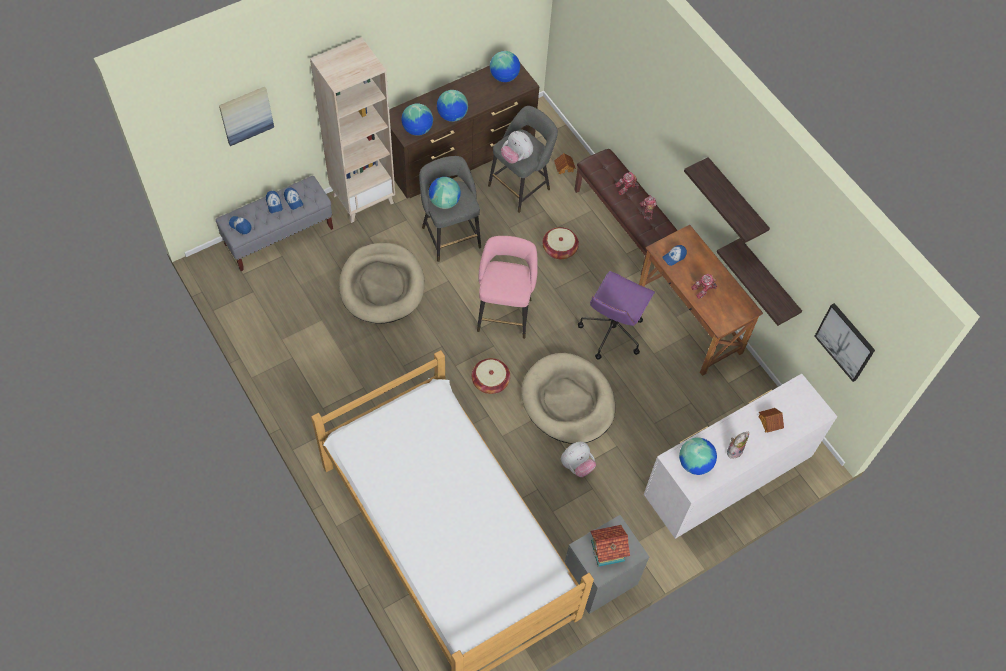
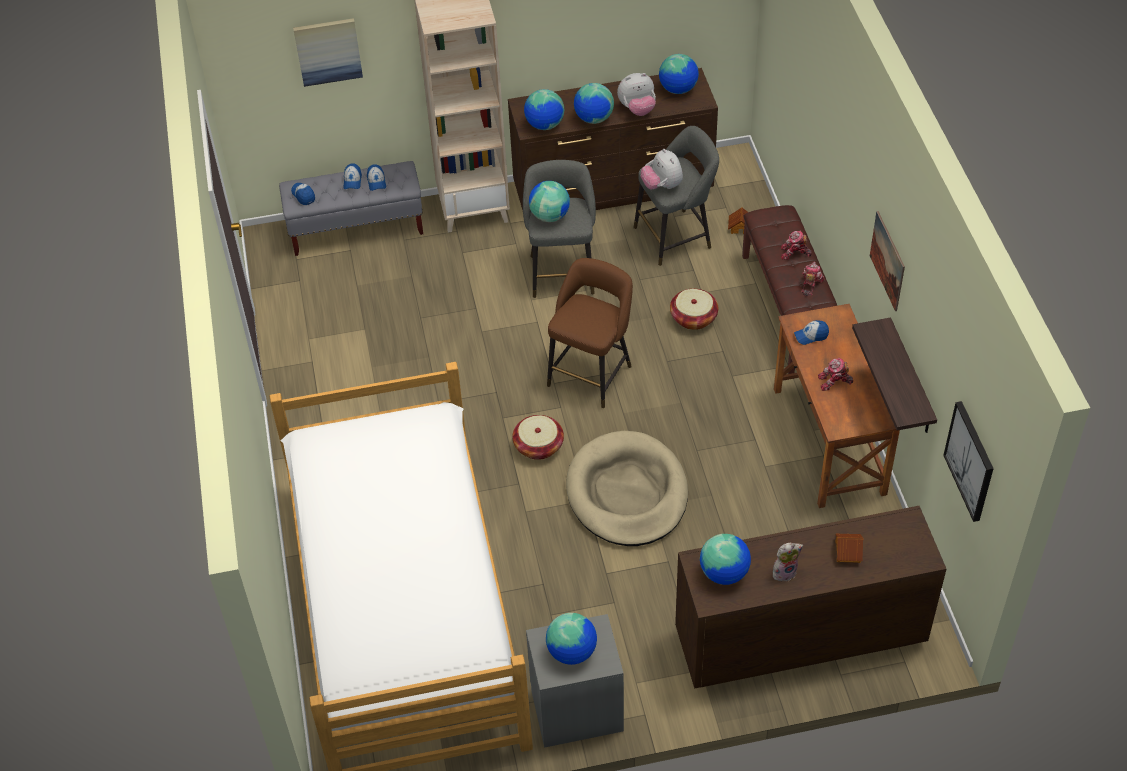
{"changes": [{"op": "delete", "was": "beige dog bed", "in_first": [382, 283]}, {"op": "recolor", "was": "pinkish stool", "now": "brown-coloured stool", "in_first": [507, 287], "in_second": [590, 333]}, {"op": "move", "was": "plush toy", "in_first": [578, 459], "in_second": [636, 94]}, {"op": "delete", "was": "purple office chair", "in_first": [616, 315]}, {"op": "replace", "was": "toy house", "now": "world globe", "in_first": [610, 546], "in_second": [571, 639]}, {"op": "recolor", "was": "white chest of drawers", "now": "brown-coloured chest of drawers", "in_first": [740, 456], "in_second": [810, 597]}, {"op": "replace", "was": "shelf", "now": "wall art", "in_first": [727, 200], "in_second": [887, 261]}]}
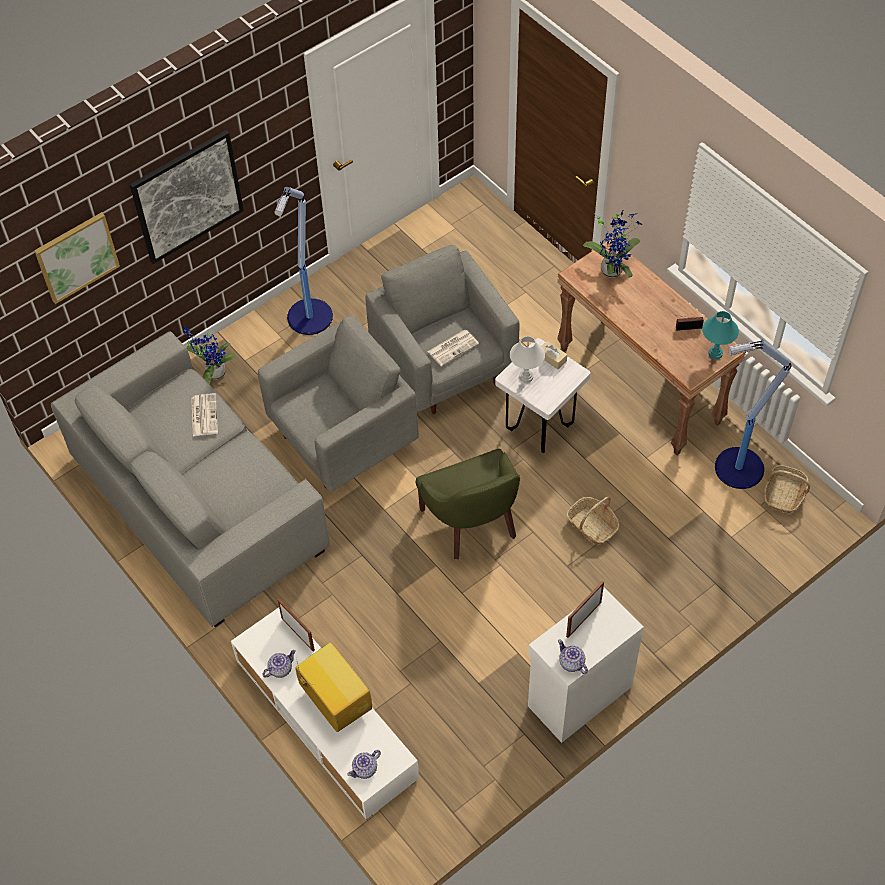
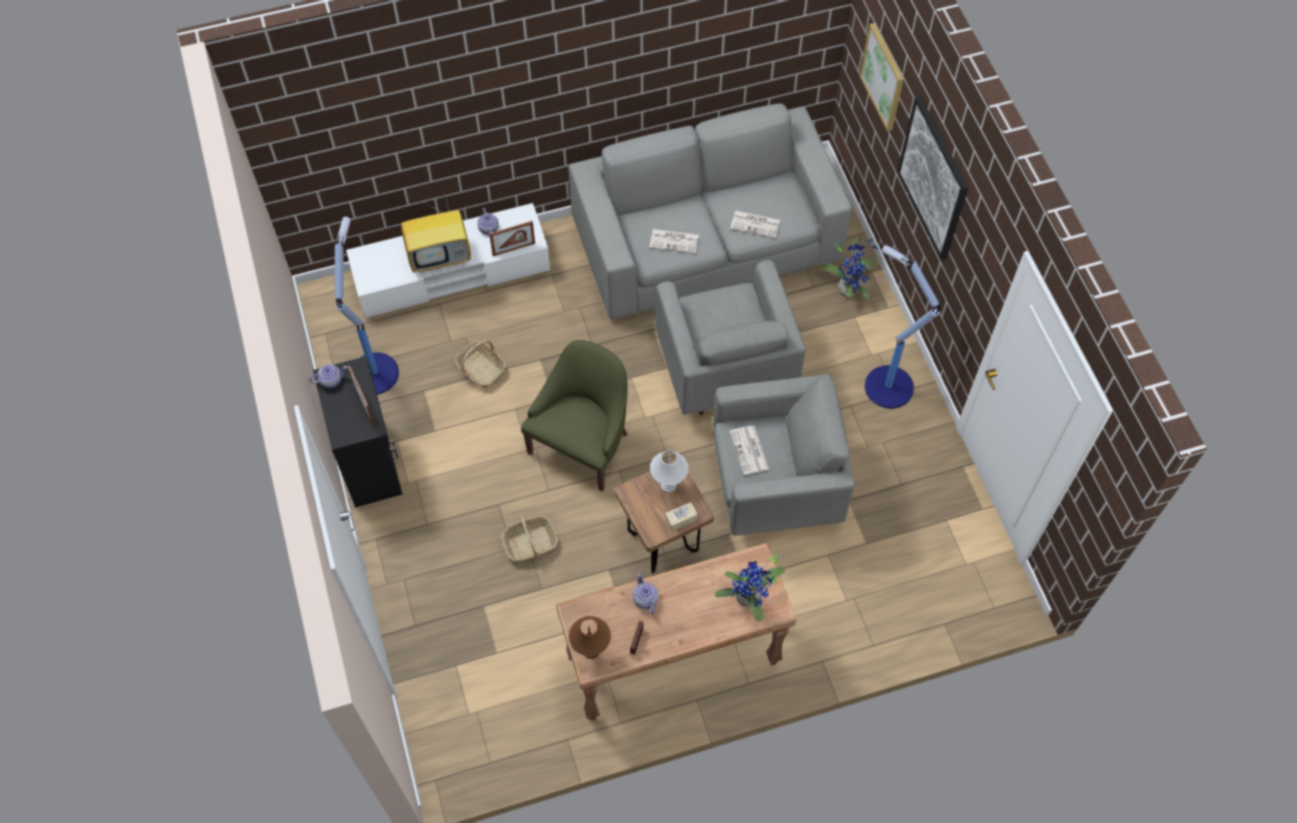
{"changes": [{"op": "move", "was": "teapot", "in_first": [364, 764], "in_second": [646, 594]}, {"op": "rotate", "was": "greenish easy chair", "in_first": [468, 504], "in_second": [574, 415], "clockwise": 120}, {"op": "recolor", "was": "white stool", "now": "brown-coloured stool", "in_first": [543, 395], "in_second": [664, 515]}, {"op": "recolor", "was": "white storage cabinet", "now": "black-coloured storage cabinet", "in_first": [586, 665], "in_second": [357, 432]}, {"op": "recolor", "was": "blue-green tabletop lamp", "now": "brown-coloured tabletop lamp", "in_first": [720, 335], "in_second": [590, 637]}, {"op": "move", "was": "standard lamp", "in_first": [753, 414], "in_second": [367, 306]}, {"op": "move", "was": "storage basket", "in_first": [787, 489], "in_second": [480, 364]}, {"op": "insert", "now": "daily paper", "in_second": [674, 241]}]}
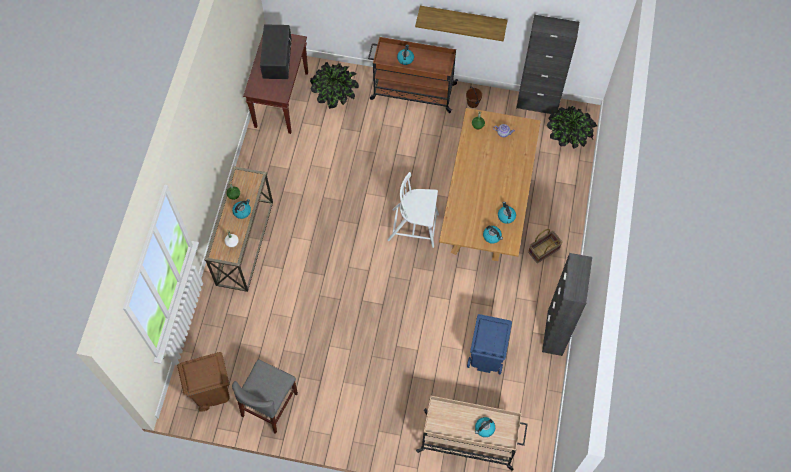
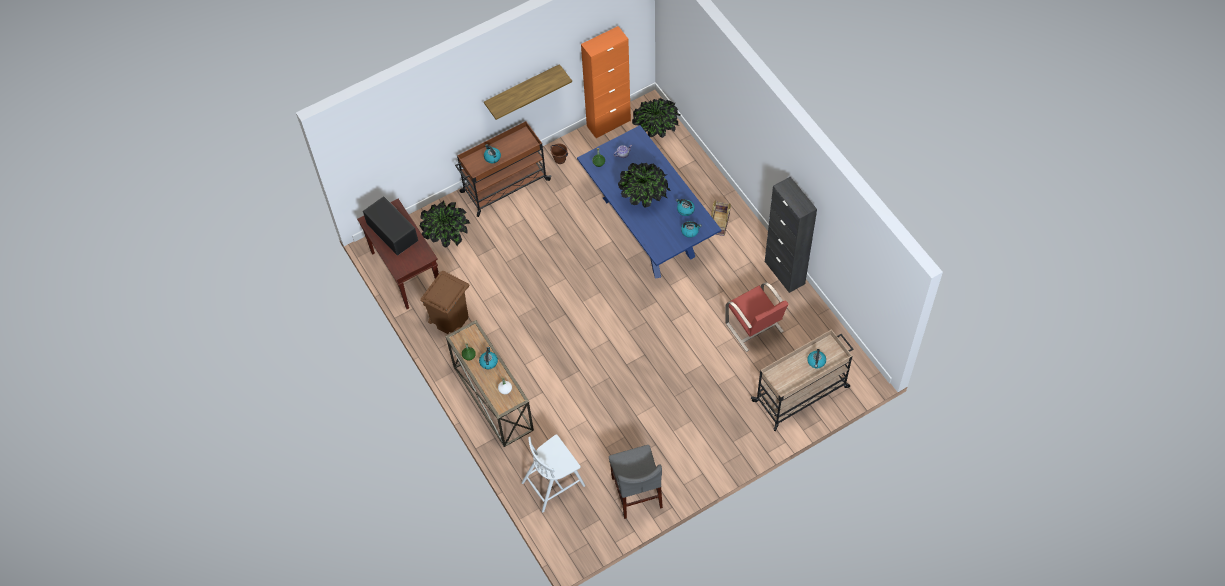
{"changes": [{"op": "move", "was": "brown-coloured rubbish bin", "in_first": [203, 382], "in_second": [445, 302]}, {"op": "move", "was": "white plain chair", "in_first": [413, 210], "in_second": [553, 473]}, {"op": "recolor", "was": "brown-coloured dinner table", "now": "bluish dinner table", "in_first": [490, 184], "in_second": [649, 202]}, {"op": "replace", "was": "bluish rubbish bin", "now": "reddish plain chair", "in_first": [489, 344], "in_second": [757, 317]}, {"op": "recolor", "was": "black-coloured storage cabinet", "now": "orangey storage cabinet", "in_first": [547, 64], "in_second": [606, 82]}, {"op": "insert", "now": "houseplant", "in_second": [644, 185]}]}
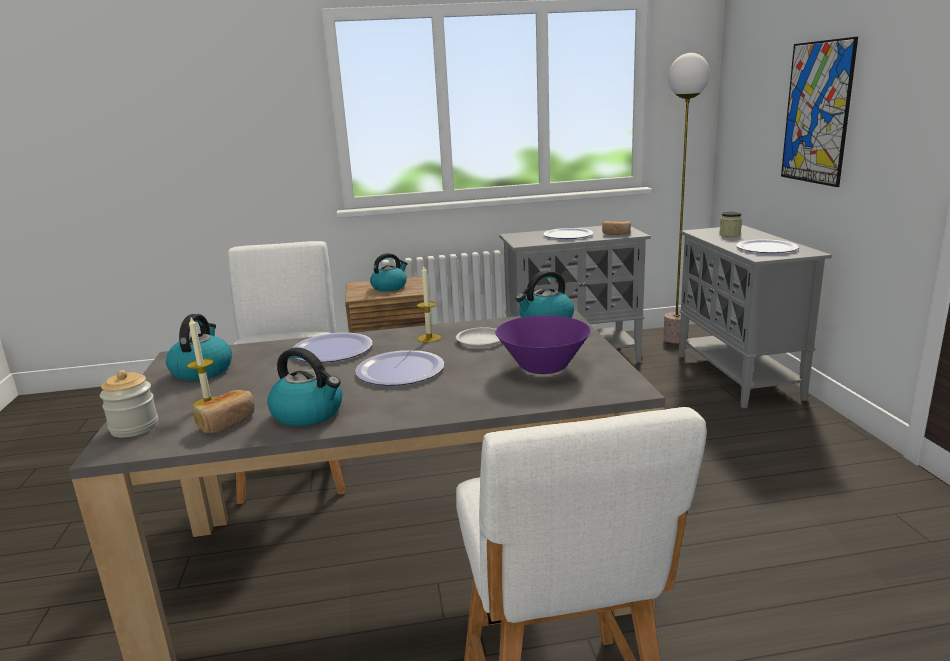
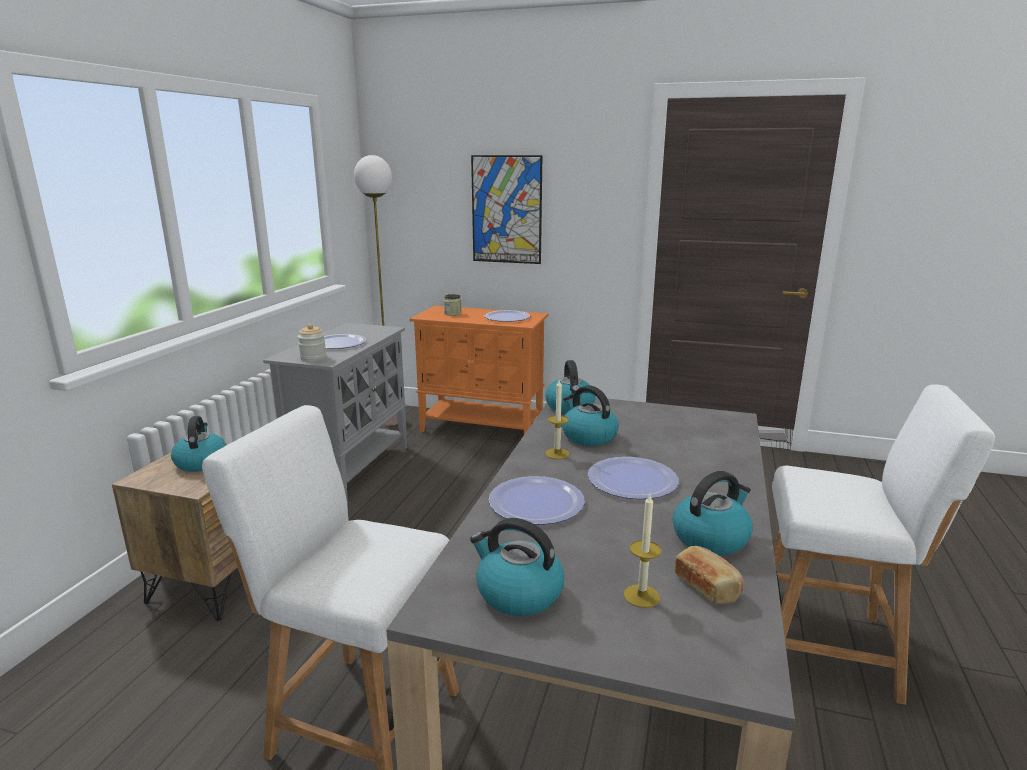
{"changes": [{"op": "move", "was": "storage jar", "in_first": [129, 404], "in_second": [312, 342]}, {"op": "replace", "was": "white flat dish", "now": "tea kettle", "in_first": [478, 337], "in_second": [590, 415]}, {"op": "delete", "was": "purple deep dish", "in_first": [543, 344]}, {"op": "delete", "was": "baked bread", "in_first": [616, 228]}, {"op": "recolor", "was": "grey storage cabinet", "now": "orangey storage cabinet", "in_first": [755, 316], "in_second": [478, 370]}]}
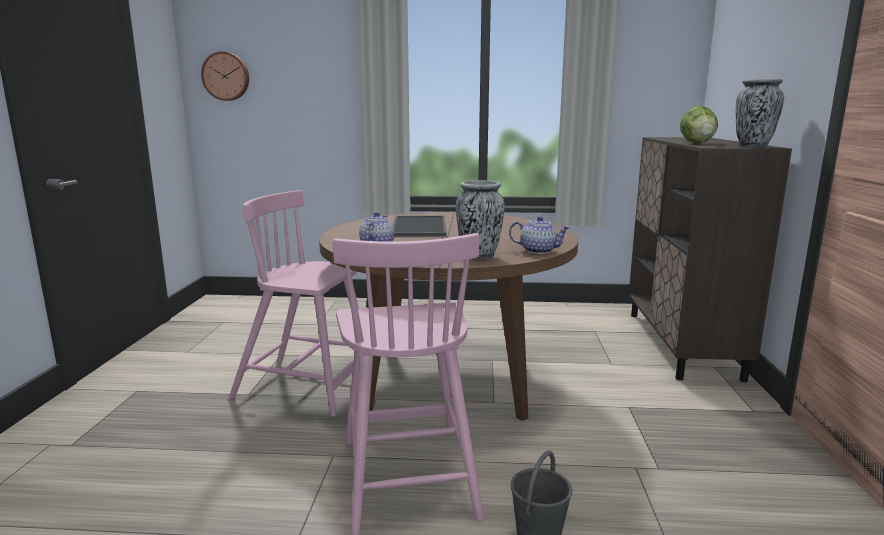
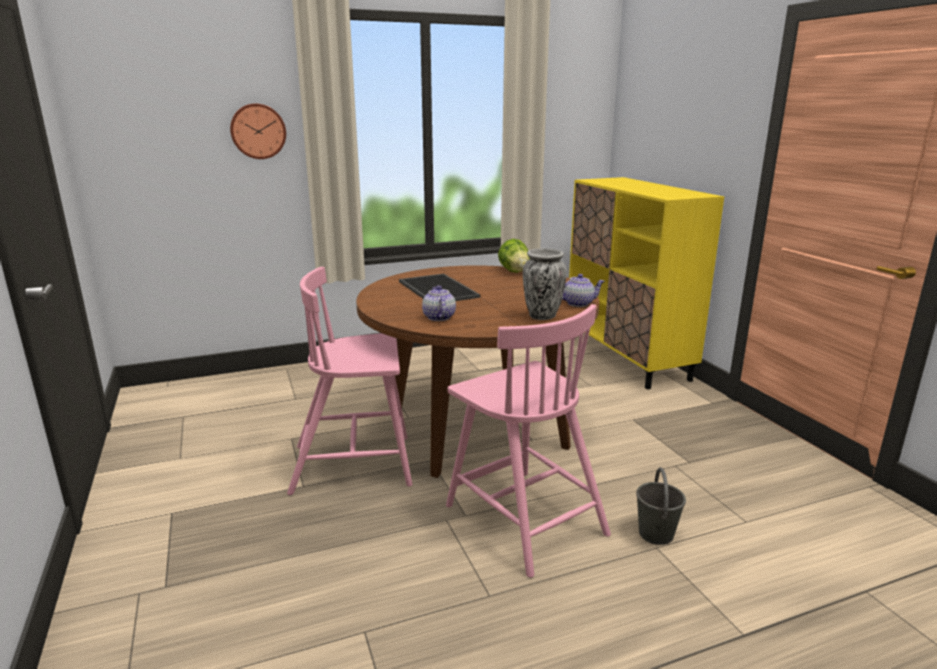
{"changes": [{"op": "move", "was": "wall clock", "in_first": [225, 76], "in_second": [258, 131]}, {"op": "recolor", "was": "brown-coloured storage cabinet", "now": "yellow-coloured storage cabinet", "in_first": [710, 259], "in_second": [647, 283]}, {"op": "move", "was": "lettuce head", "in_first": [699, 125], "in_second": [514, 256]}, {"op": "delete", "was": "vase", "in_first": [760, 113]}]}
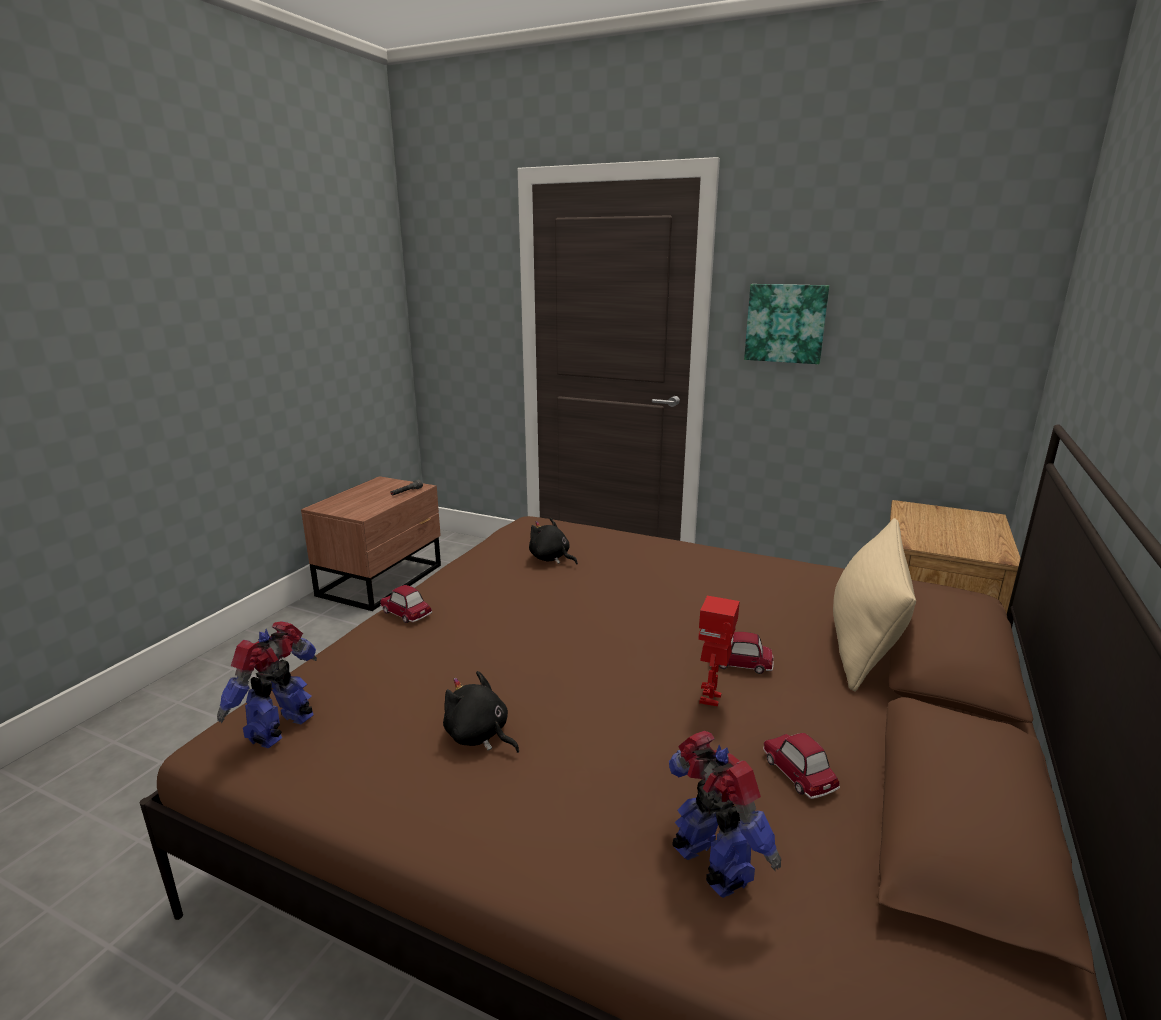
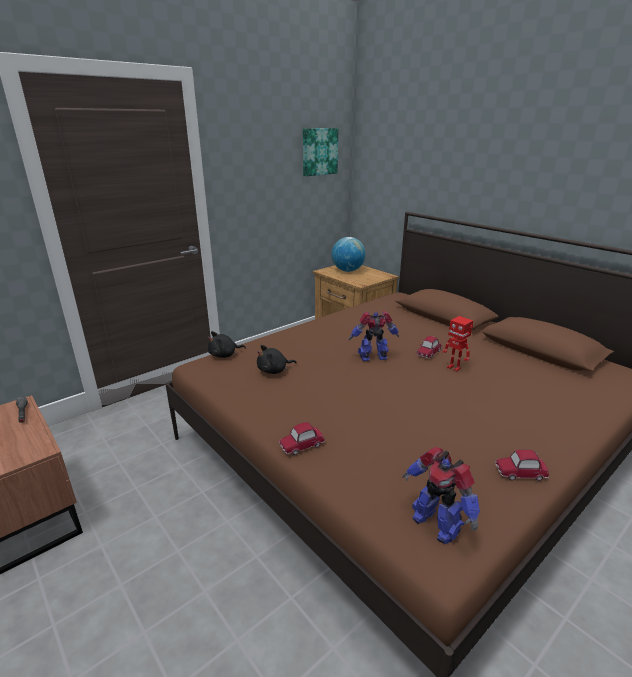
{"changes": [{"op": "move", "was": "black-coloured plush toy", "in_first": [481, 712], "in_second": [227, 344]}, {"op": "move", "was": "model robot", "in_first": [725, 814], "in_second": [374, 336]}, {"op": "move", "was": "wall art", "in_first": [787, 324], "in_second": [320, 152]}, {"op": "move", "was": "miniature car", "in_first": [801, 766], "in_second": [522, 465]}, {"op": "delete", "was": "beige throw pillow", "in_first": [874, 605]}, {"op": "insert", "now": "world globe", "in_second": [348, 254]}]}
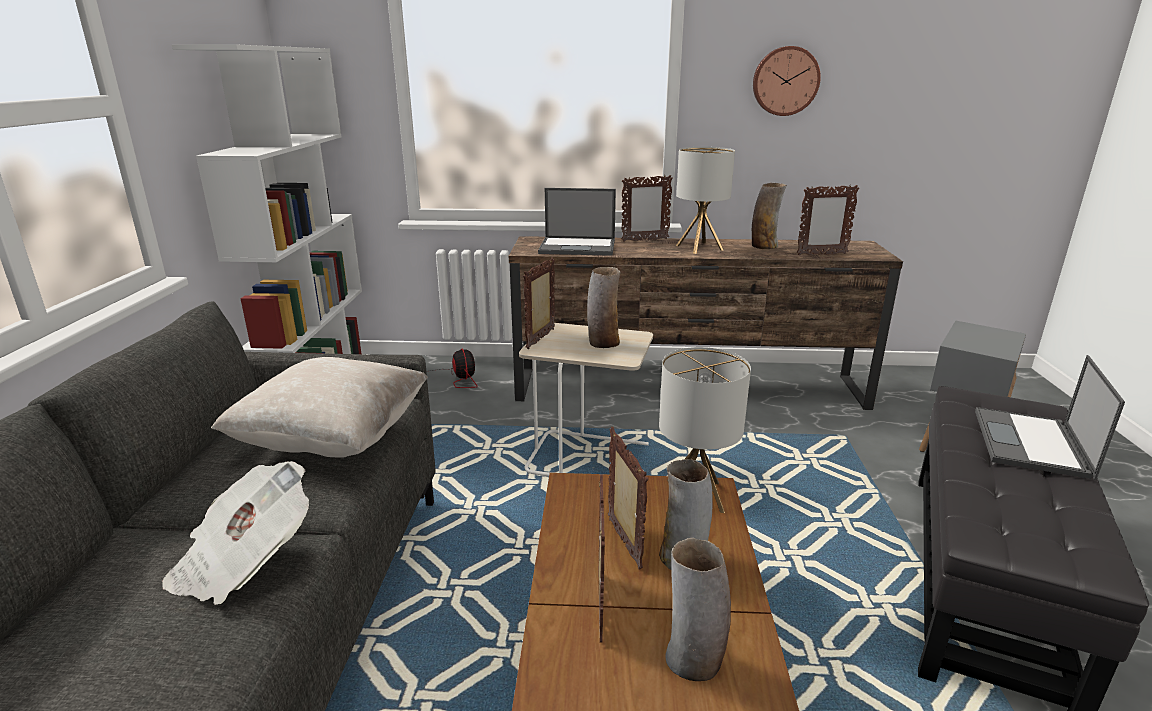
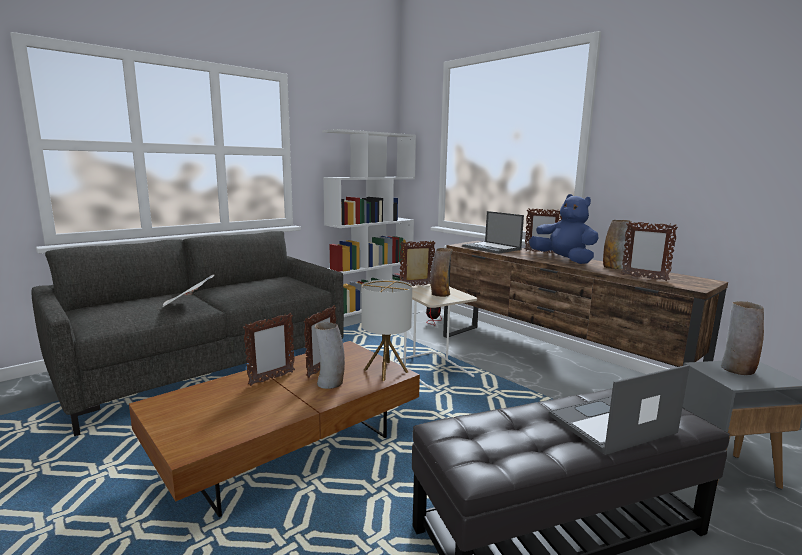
{"changes": [{"op": "delete", "was": "beige throw pillow", "in_first": [319, 407]}, {"op": "move", "was": "vase", "in_first": [698, 609], "in_second": [742, 338]}, {"op": "replace", "was": "tabletop lamp", "now": "bluish plush toy", "in_first": [705, 200], "in_second": [564, 229]}, {"op": "delete", "was": "wall clock", "in_first": [787, 81]}]}
